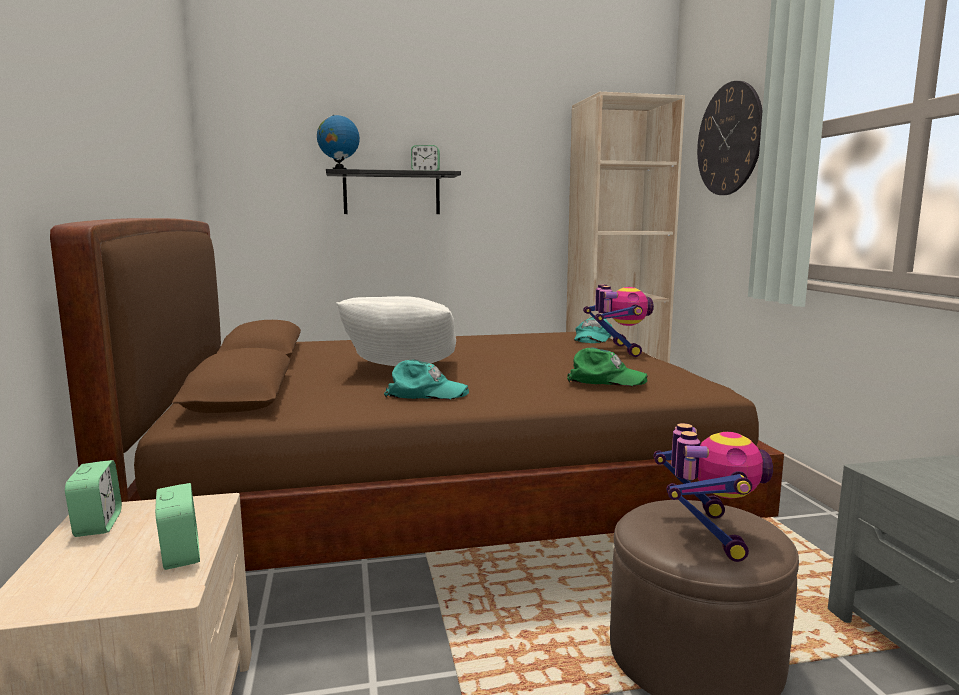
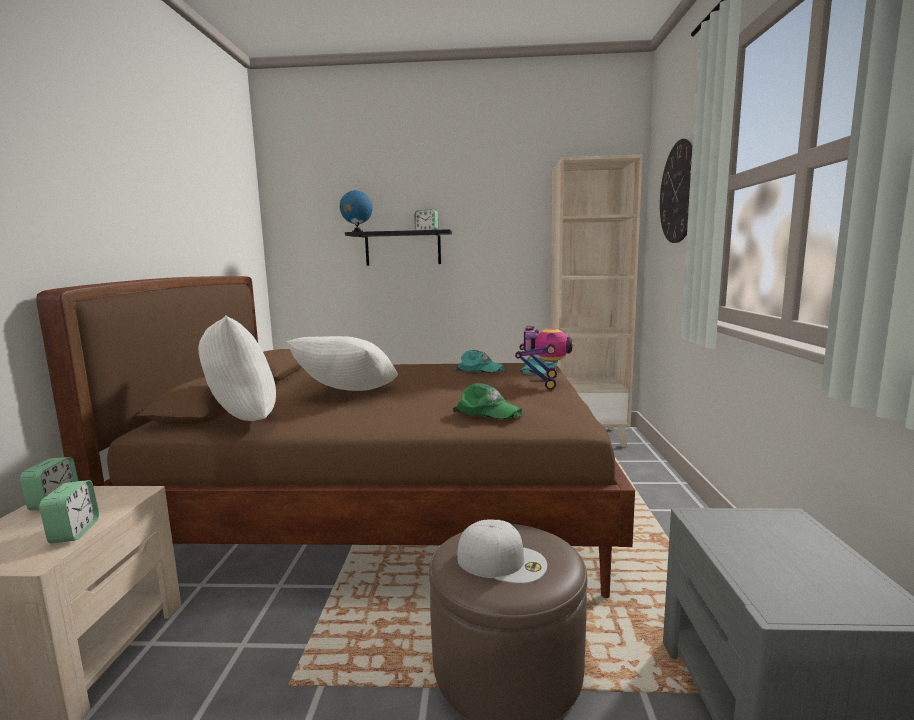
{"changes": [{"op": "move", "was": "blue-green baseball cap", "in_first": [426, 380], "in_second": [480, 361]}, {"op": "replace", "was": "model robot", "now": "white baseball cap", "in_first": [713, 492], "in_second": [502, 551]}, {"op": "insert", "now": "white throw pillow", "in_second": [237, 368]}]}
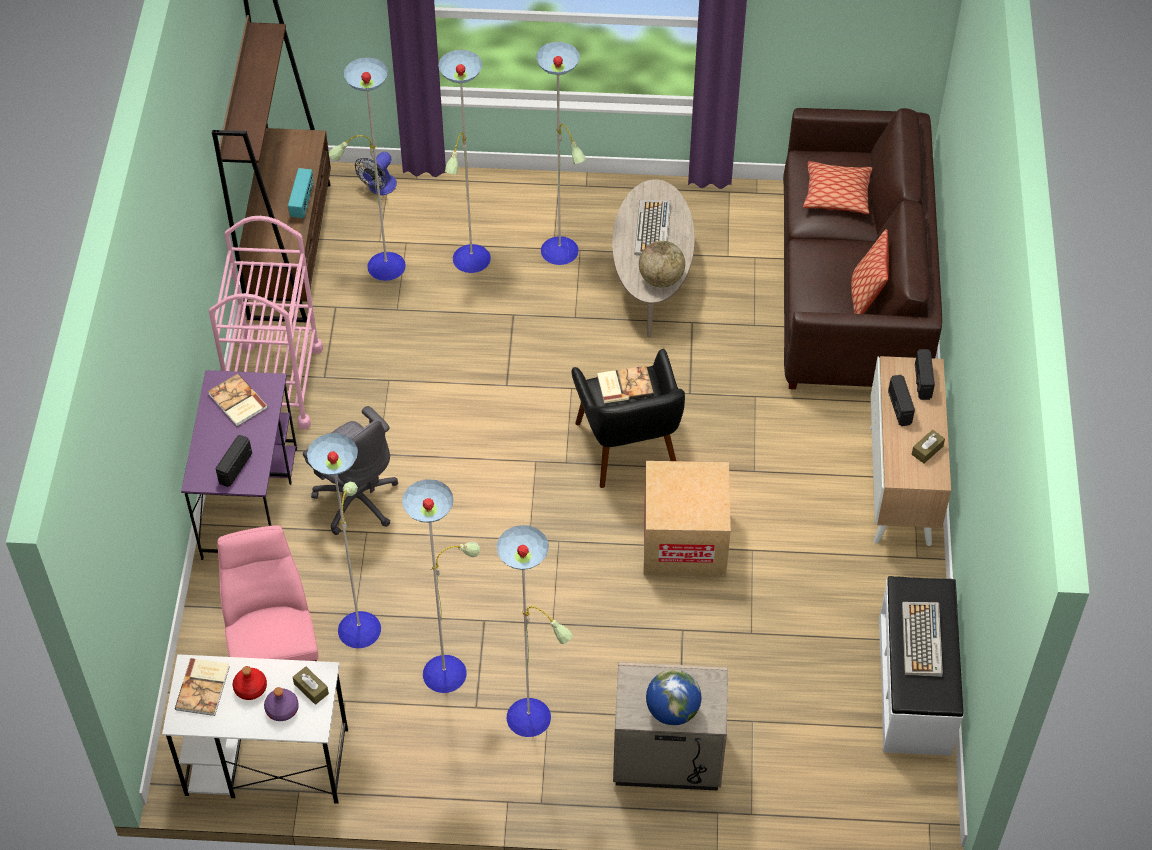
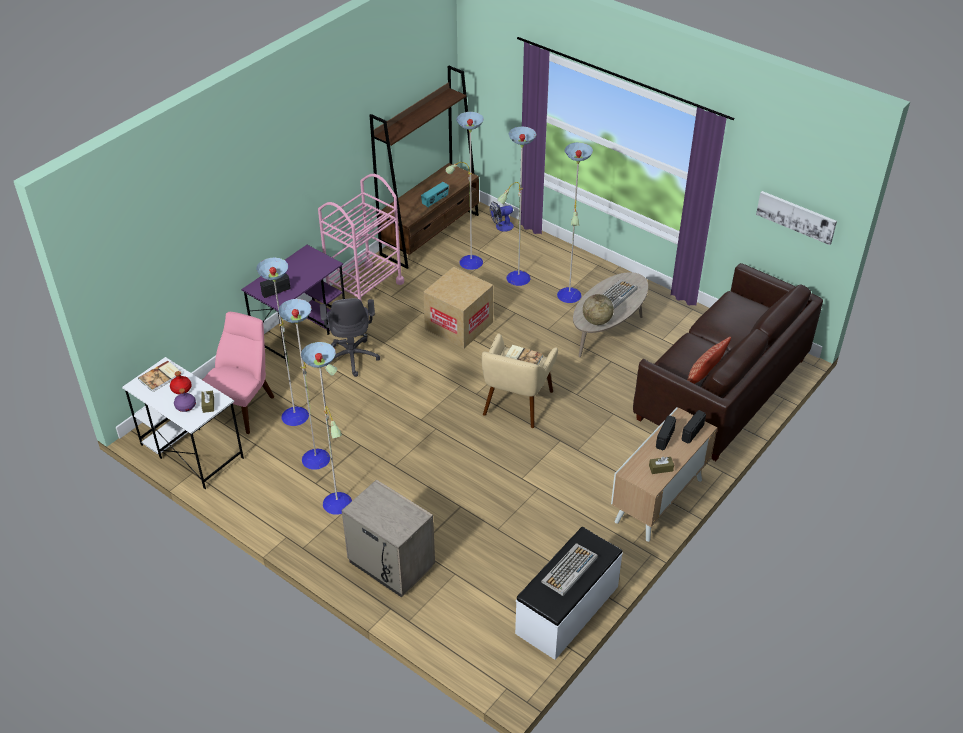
{"changes": [{"op": "delete", "was": "bound book", "in_first": [238, 400]}, {"op": "recolor", "was": "black-coloured easy chair", "now": "beige easy chair", "in_first": [628, 418], "in_second": [520, 380]}, {"op": "move", "was": "carton", "in_first": [687, 519], "in_second": [458, 308]}, {"op": "delete", "was": "world globe", "in_first": [673, 697]}, {"op": "delete", "was": "throw pillow", "in_first": [837, 187]}, {"op": "insert", "now": "wall art", "in_second": [796, 218]}]}
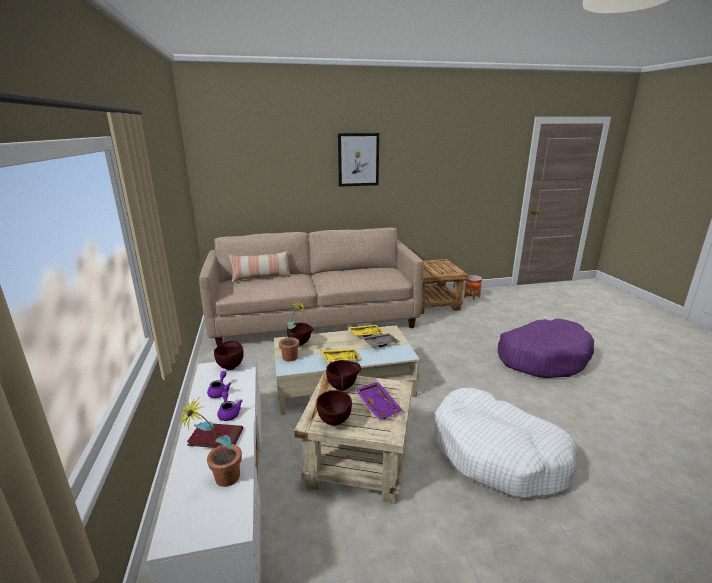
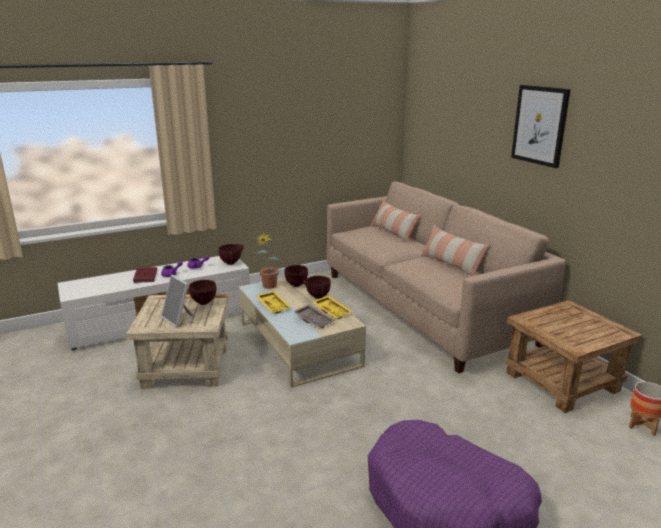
{"changes": [{"op": "delete", "was": "houseplant", "in_first": [210, 442]}, {"op": "move", "was": "brown-coloured deep dish", "in_first": [334, 408], "in_second": [317, 287]}, {"op": "replace", "was": "purple tray", "now": "standing frame", "in_first": [379, 401], "in_second": [177, 301]}, {"op": "delete", "was": "white dog bed", "in_first": [506, 443]}, {"op": "insert", "now": "throw pillow", "in_second": [455, 250]}]}
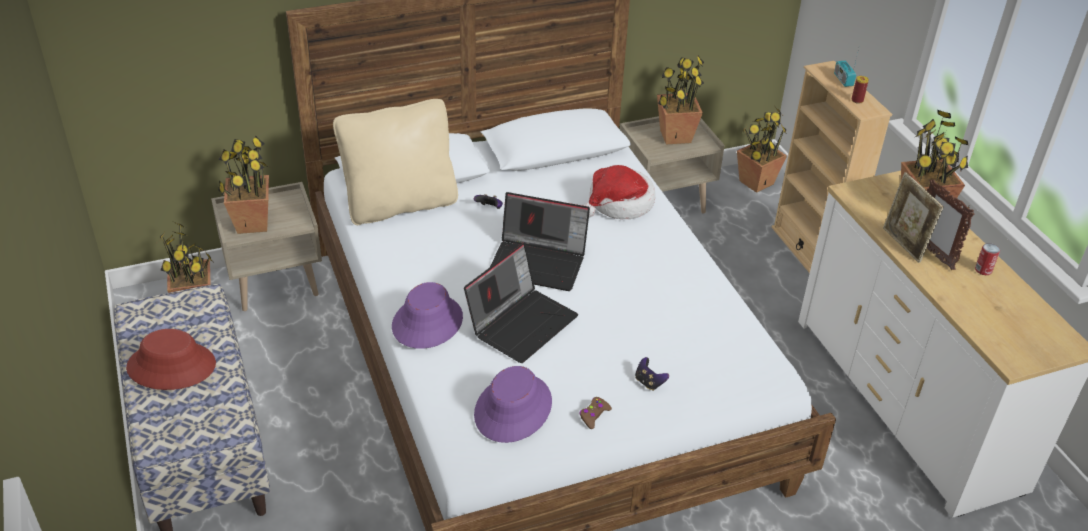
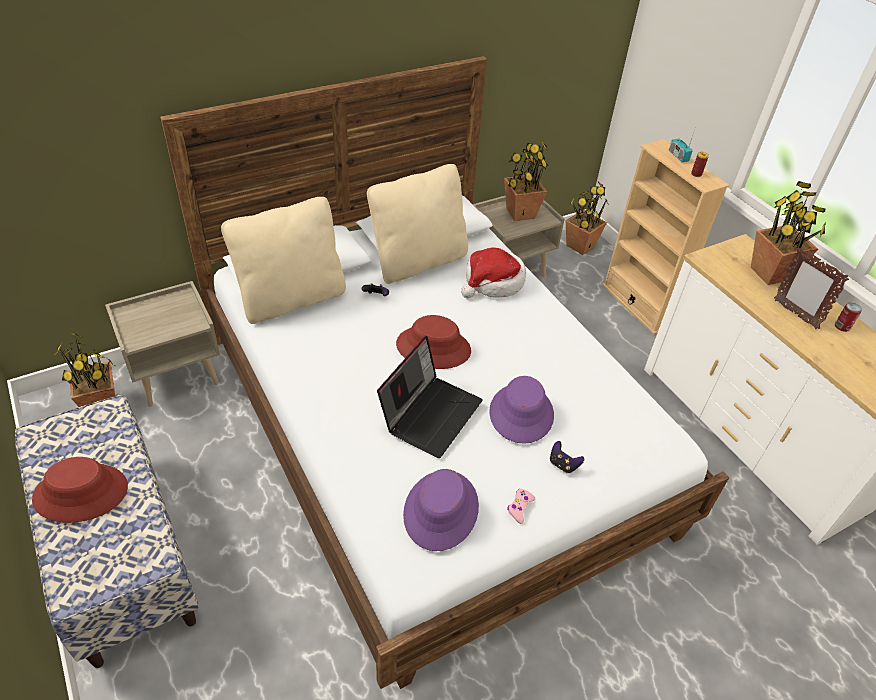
{"changes": [{"op": "delete", "was": "houseplant", "in_first": [243, 185]}, {"op": "move", "was": "purple wearable hat", "in_first": [427, 315], "in_second": [521, 410]}, {"op": "replace", "was": "laptop", "now": "reddish wearable hat", "in_first": [540, 241], "in_second": [433, 342]}, {"op": "recolor", "was": "brown-coloured gamepad", "now": "pinkish gamepad", "in_first": [595, 413], "in_second": [521, 506]}, {"op": "delete", "was": "standing frame", "in_first": [913, 217]}, {"op": "insert", "now": "beige throw pillow", "in_second": [417, 224]}]}
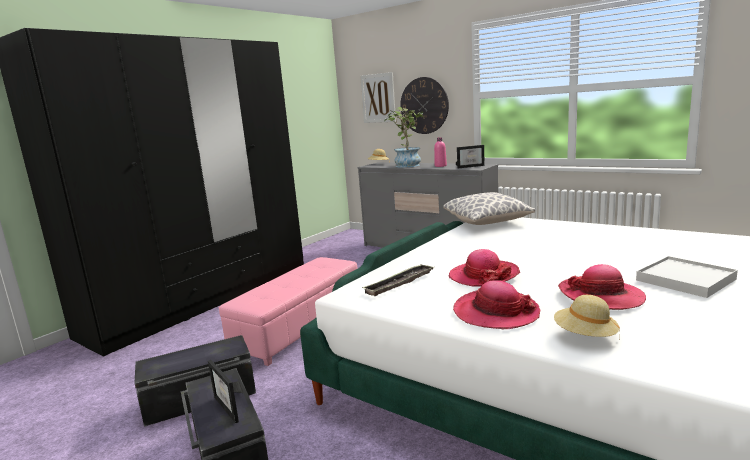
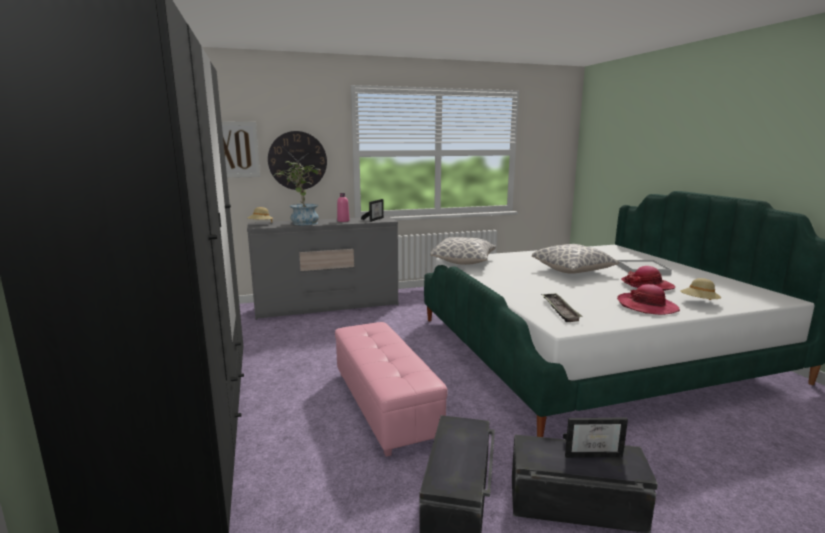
{"changes": [{"op": "delete", "was": "wearable hat", "in_first": [484, 268]}, {"op": "insert", "now": "throw pillow", "in_second": [575, 259]}]}
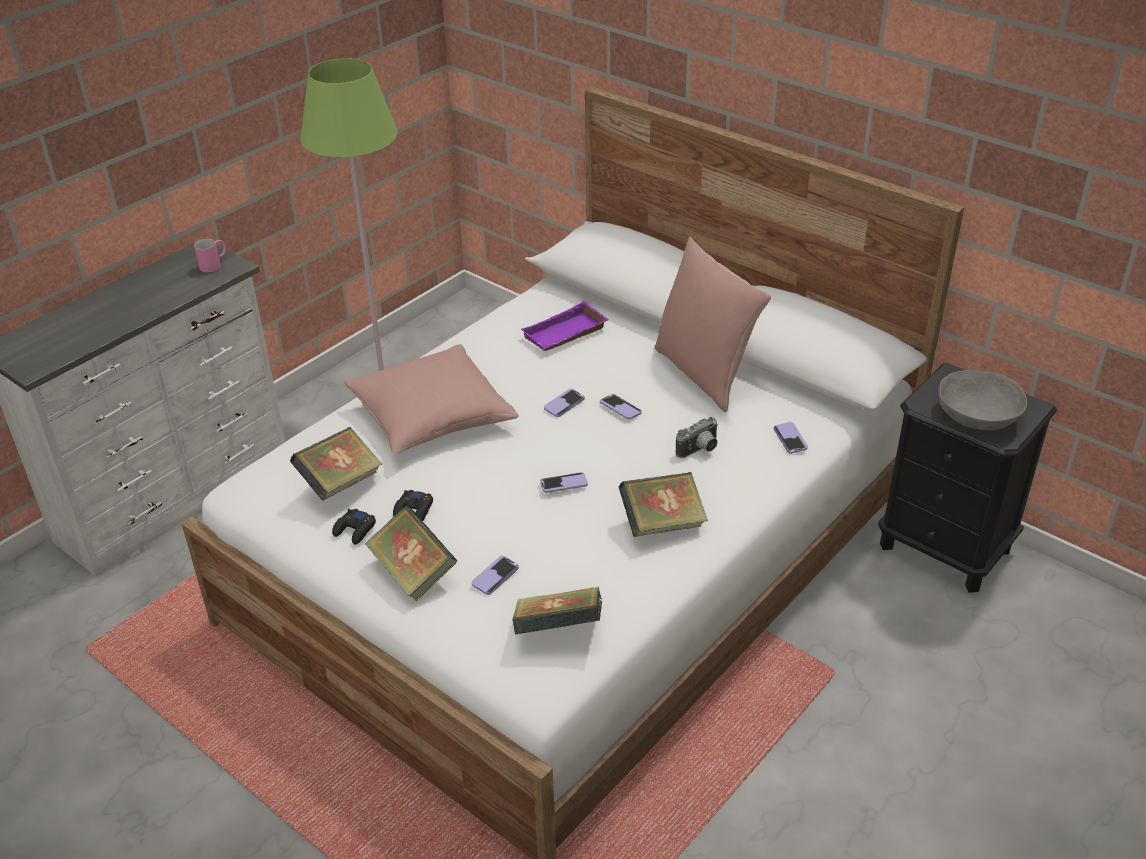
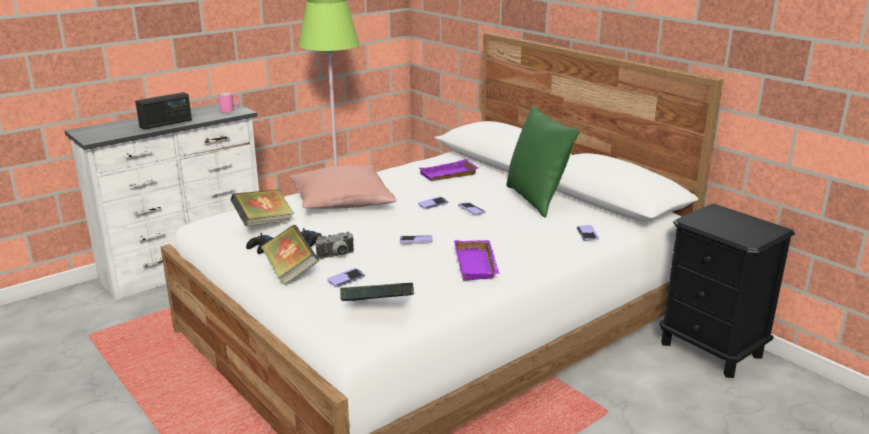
{"changes": [{"op": "replace", "was": "bound book", "now": "purple tray", "in_first": [663, 504], "in_second": [477, 260]}, {"op": "recolor", "was": "pinkish throw pillow", "now": "greenish throw pillow", "in_first": [712, 324], "in_second": [543, 161]}, {"op": "move", "was": "photo camera", "in_first": [697, 437], "in_second": [335, 245]}, {"op": "delete", "was": "grey deep dish", "in_first": [983, 400]}, {"op": "insert", "now": "radio receiver", "in_second": [163, 111]}]}
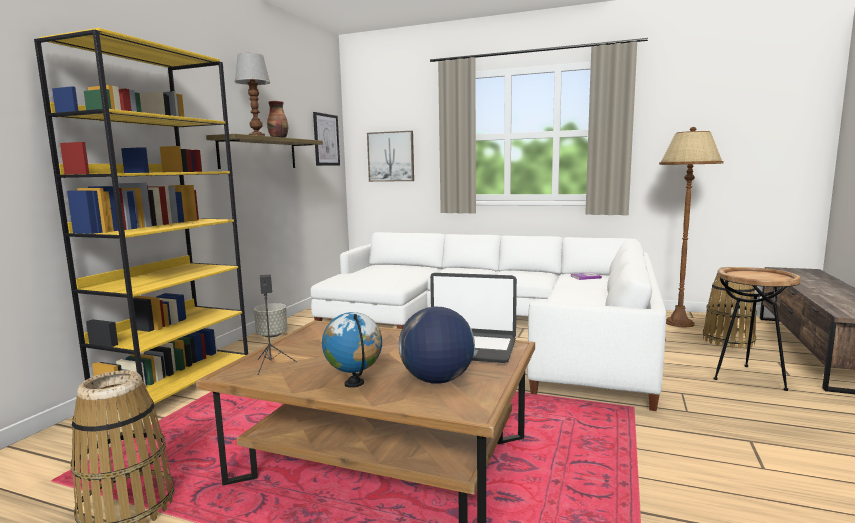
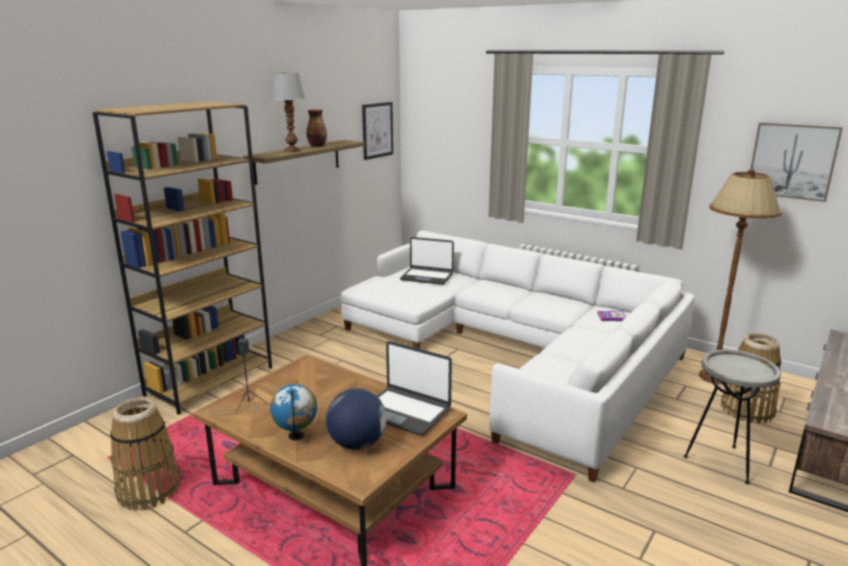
{"changes": [{"op": "recolor", "was": "yellow-coloured shelving unit", "now": "brown-coloured shelving unit", "in_first": [141, 216], "in_second": [182, 258]}, {"op": "delete", "was": "grey planter", "in_first": [271, 320]}, {"op": "move", "was": "wall art", "in_first": [390, 156], "in_second": [797, 162]}, {"op": "recolor", "was": "brown-coloured end table", "now": "grey end table", "in_first": [757, 329], "in_second": [732, 417]}, {"op": "insert", "now": "laptop", "in_second": [427, 261]}]}
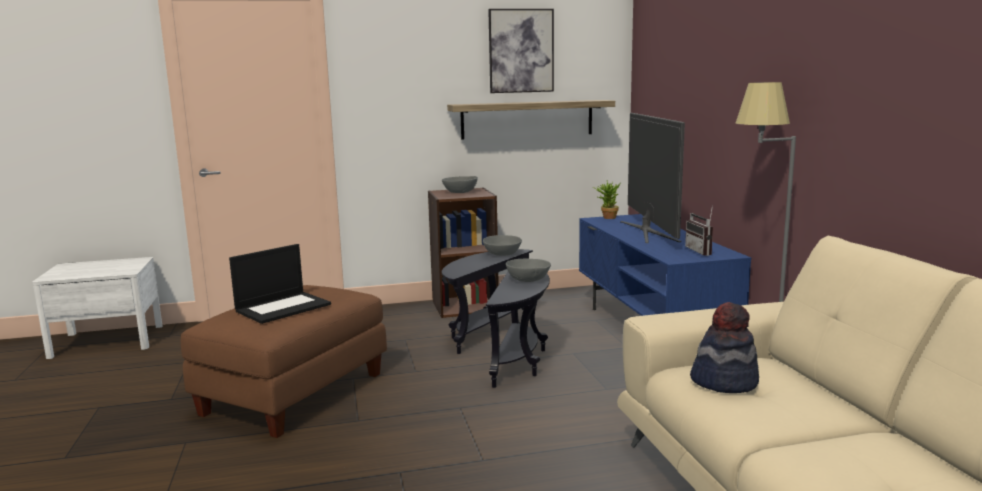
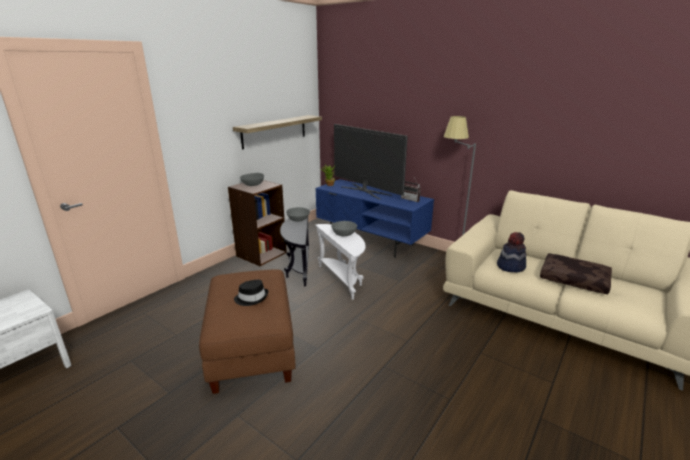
{"changes": [{"op": "replace", "was": "laptop", "now": "black-coloured wearable hat", "in_first": [280, 284], "in_second": [251, 293]}, {"op": "recolor", "was": "black-coloured end table", "now": "white end table", "in_first": [518, 330], "in_second": [340, 262]}, {"op": "delete", "was": "wall art", "in_first": [521, 51]}, {"op": "insert", "now": "brown-coloured throw pillow", "in_second": [576, 273]}]}
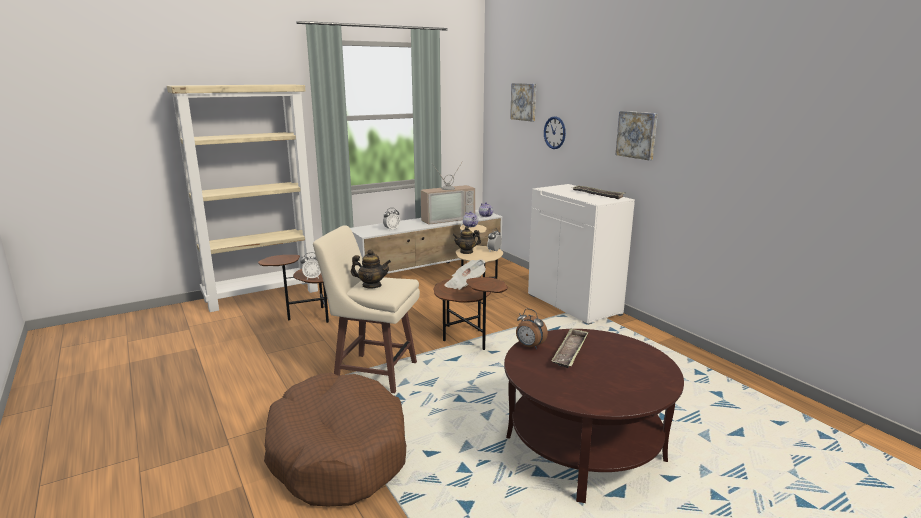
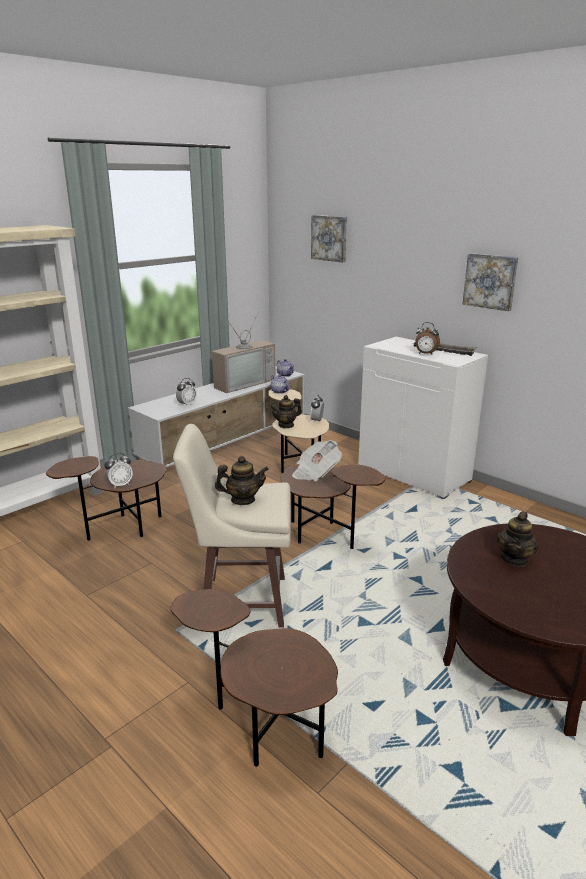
{"changes": [{"op": "replace", "was": "brown-coloured dog bed", "now": "brown-coloured end table", "in_first": [335, 439], "in_second": [254, 678]}, {"op": "move", "was": "table clock", "in_first": [532, 329], "in_second": [428, 338]}, {"op": "delete", "was": "wall clock", "in_first": [555, 132]}, {"op": "replace", "was": "tray", "now": "teapot", "in_first": [570, 348], "in_second": [518, 539]}]}
